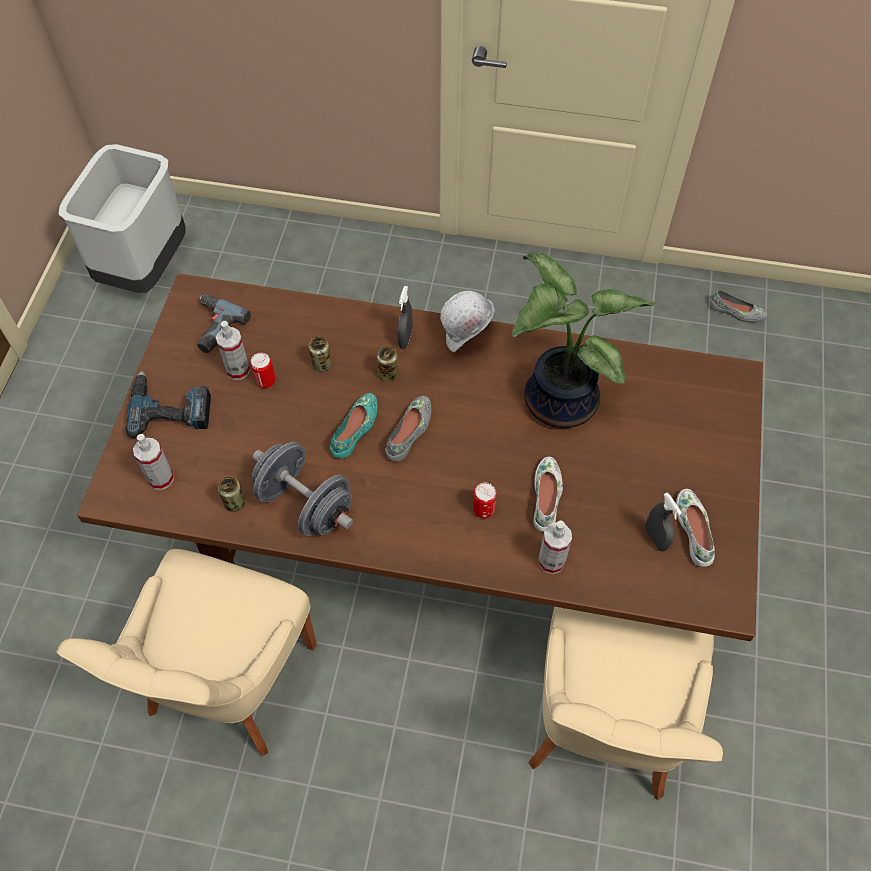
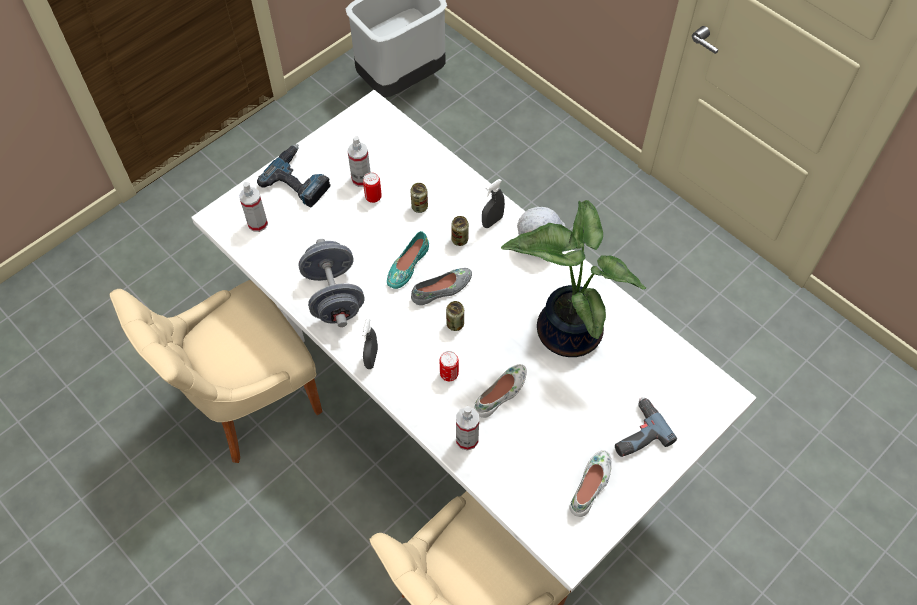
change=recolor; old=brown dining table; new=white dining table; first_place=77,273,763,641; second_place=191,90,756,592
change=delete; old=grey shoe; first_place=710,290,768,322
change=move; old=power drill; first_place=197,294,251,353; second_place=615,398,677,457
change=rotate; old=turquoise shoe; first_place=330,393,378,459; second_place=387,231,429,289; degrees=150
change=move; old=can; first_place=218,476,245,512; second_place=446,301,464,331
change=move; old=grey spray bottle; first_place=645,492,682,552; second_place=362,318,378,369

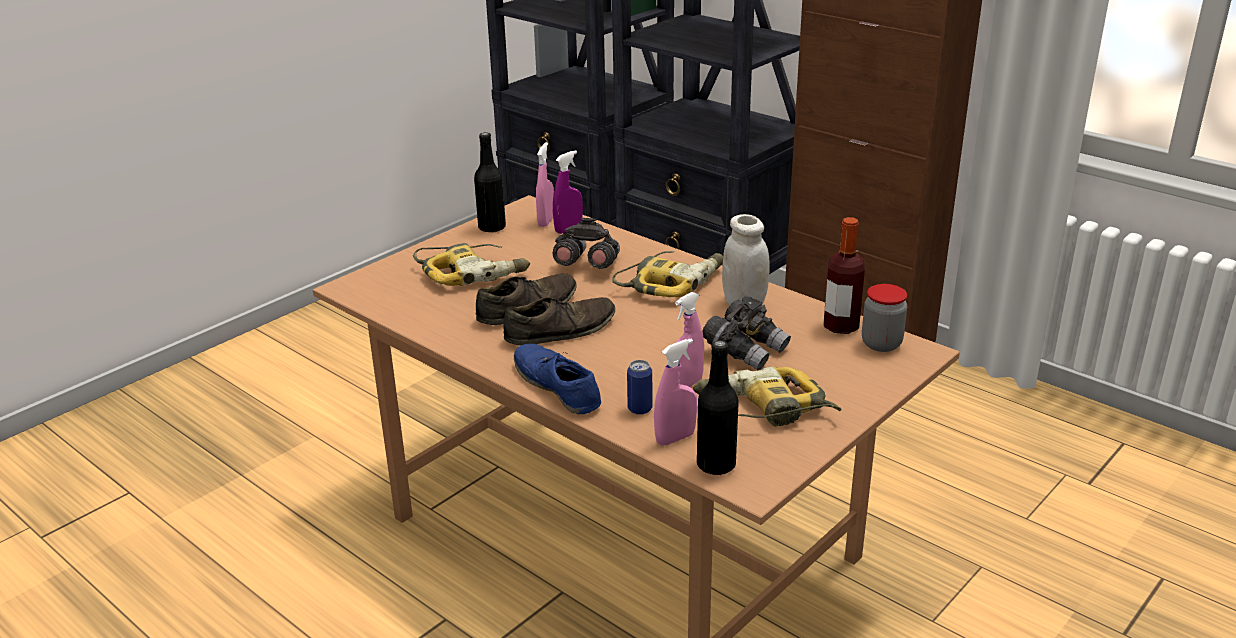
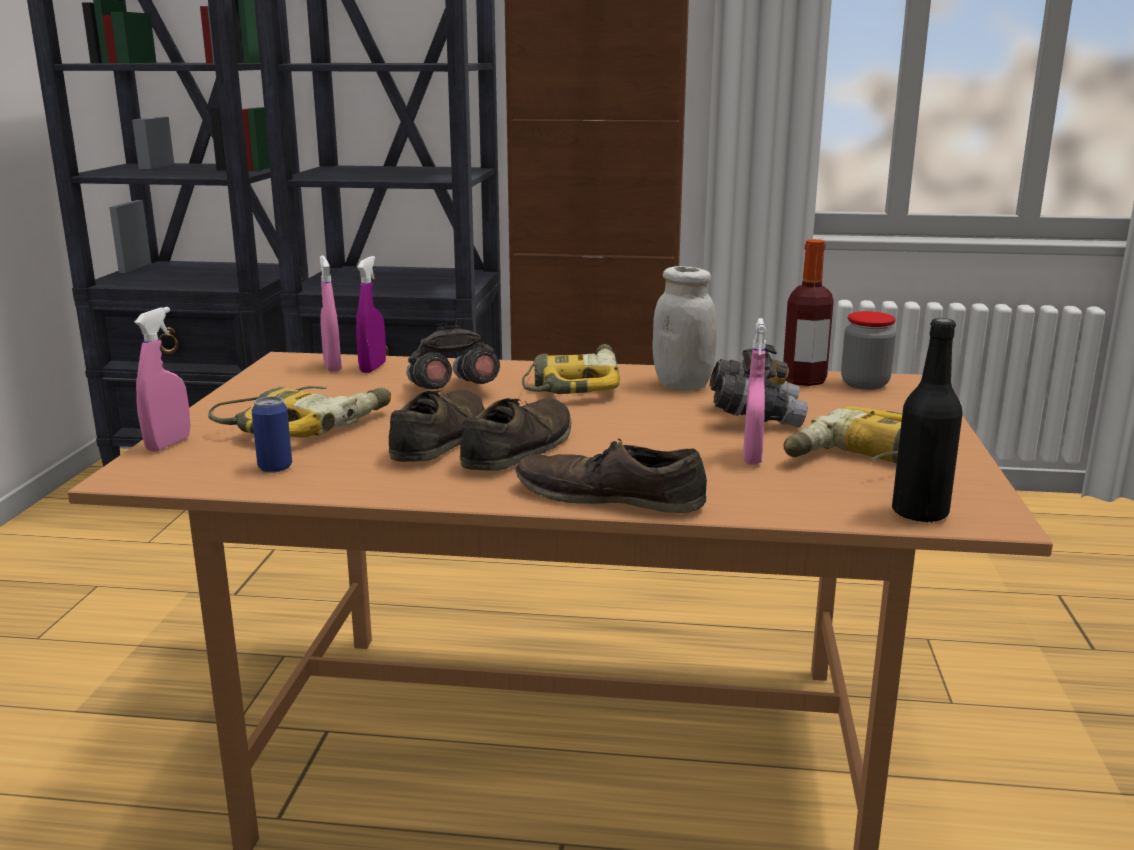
change=delete; old=black bottle; first_place=474,132,506,233
change=move; old=pink spray bottle; first_place=654,338,697,445; second_place=134,307,190,452
change=recolor; old=blue shoe; new=brown shoe; first_place=514,344,601,414; second_place=516,439,707,513
change=move; old=can; first_place=627,360,652,415; second_place=252,396,292,473

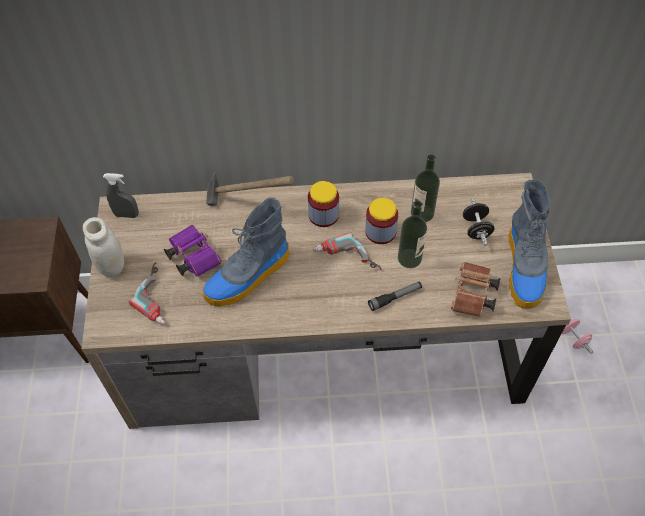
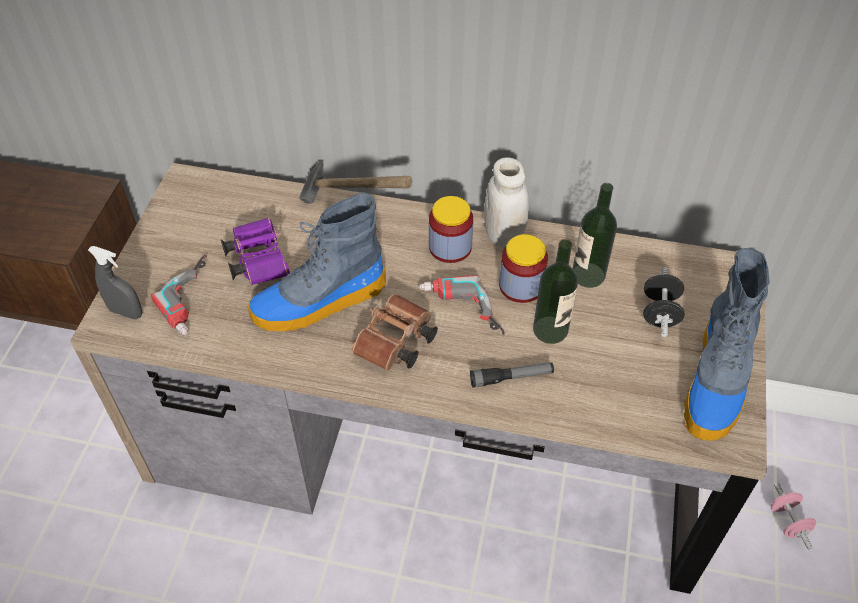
change=move; old=grey spray bottle; first_place=103,173,139,218; second_place=88,246,142,320
change=move; old=white jar; first_place=83,217,124,277; second_place=484,157,529,247
change=move; old=brown binoculars; first_place=451,262,500,317; second_place=352,294,438,371

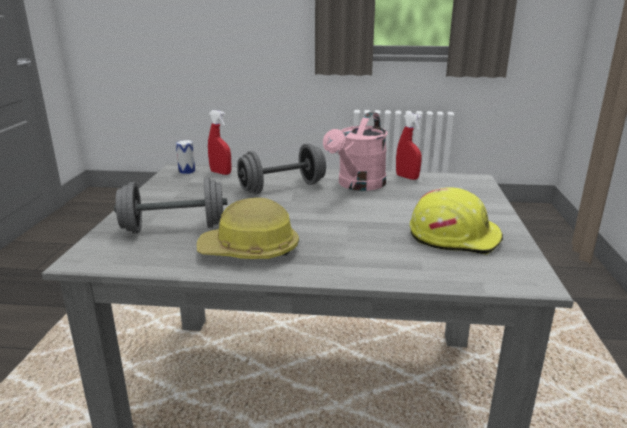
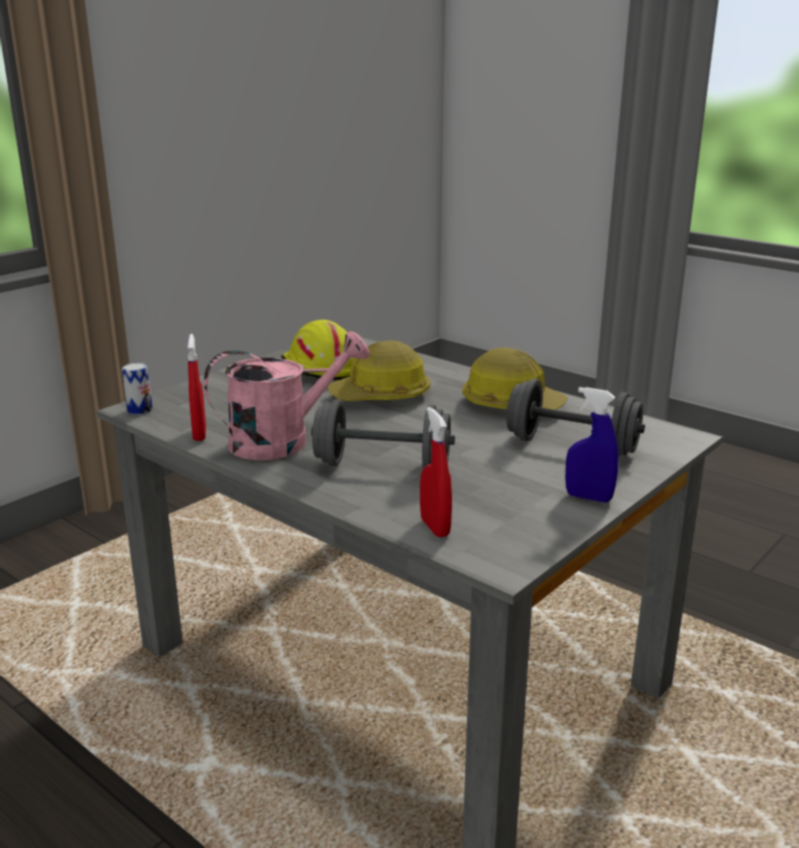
change=move; old=can; first_place=176,140,195,174; second_place=122,363,153,415
change=insert; new=hard hat; second_place=328,341,431,401
change=insert; new=blue spray bottle; second_place=565,387,619,502

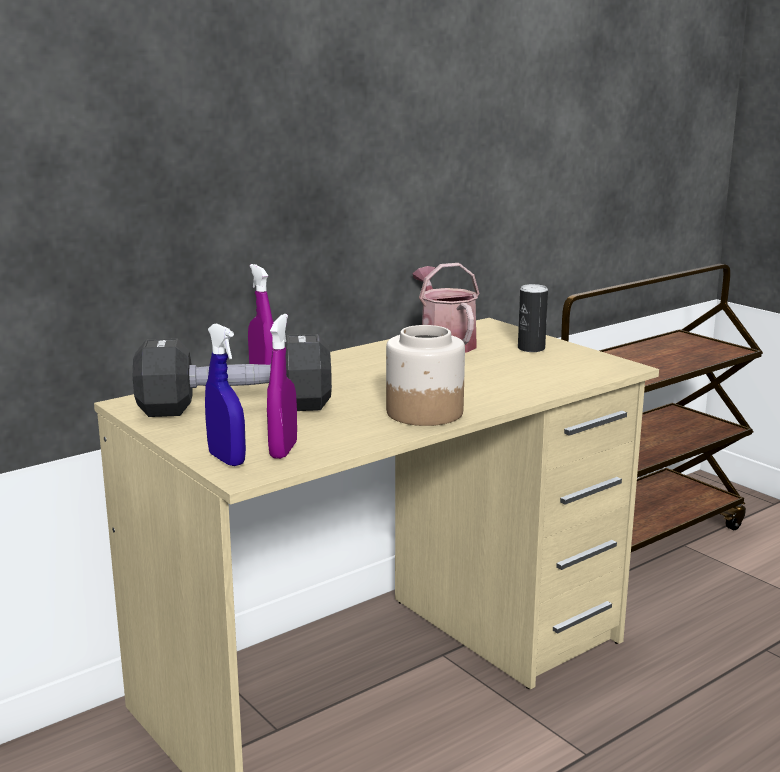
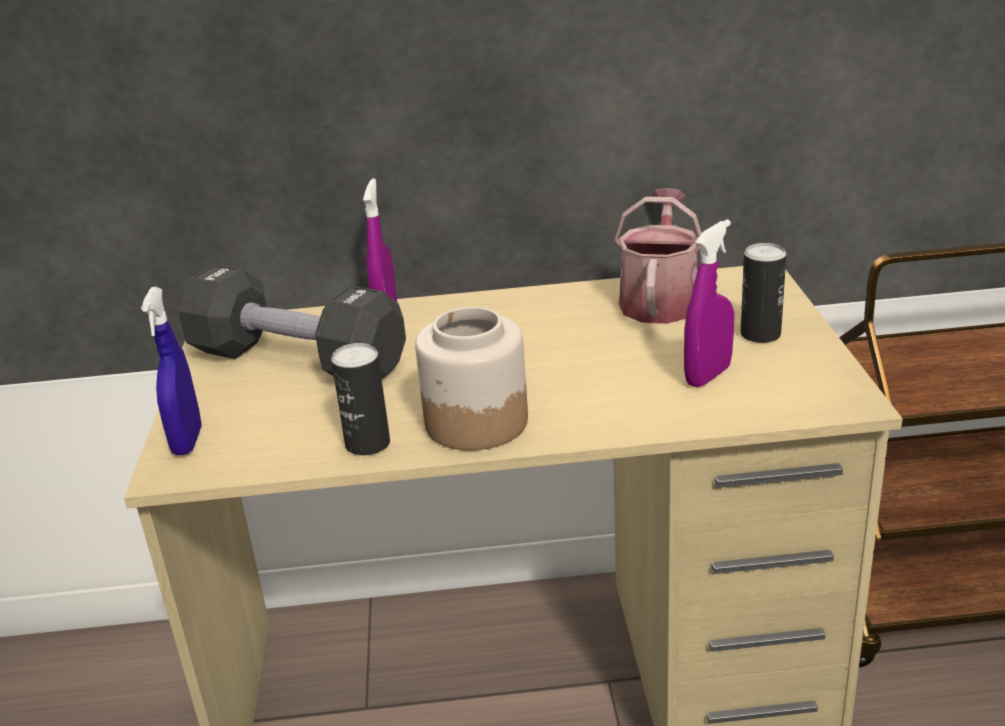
change=move; old=purple spray bottle; first_place=267,314,297,459; second_place=684,219,734,387
change=insert; new=can; second_place=331,343,390,455

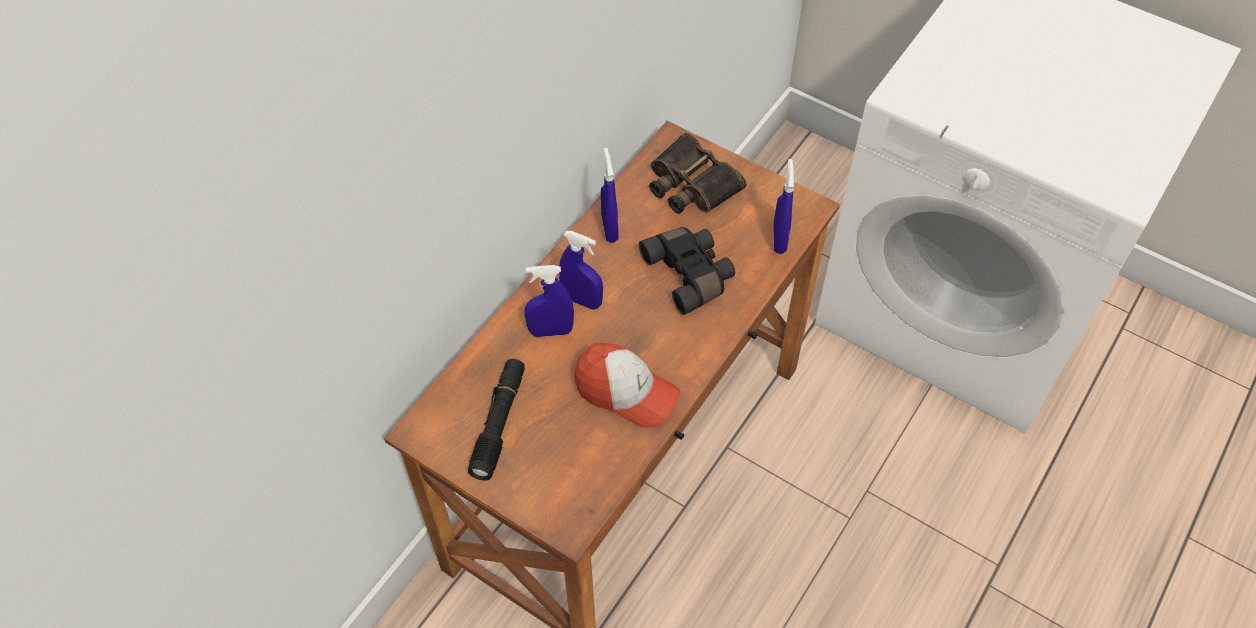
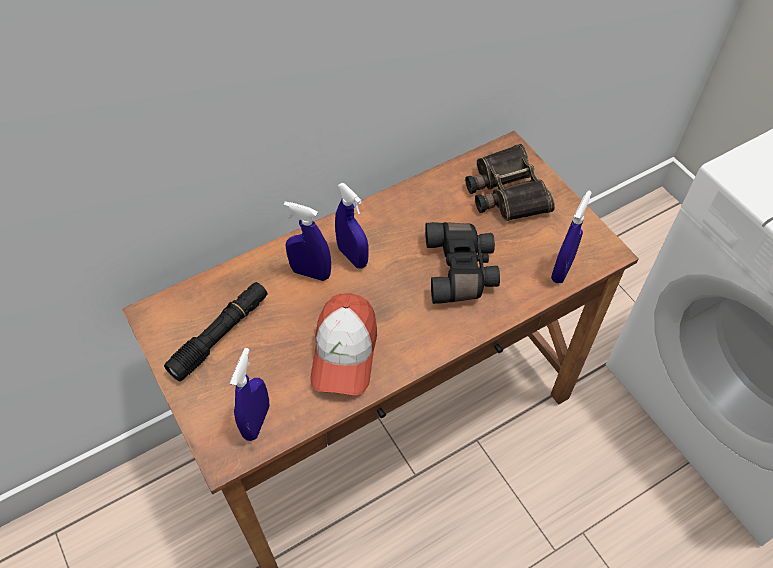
change=move; old=blue spray bottle; first_place=601,148,618,243; second_place=230,348,269,441
change=rotate; old=cap; first_place=574,343,680,428; second_place=310,293,377,395; degrees=45

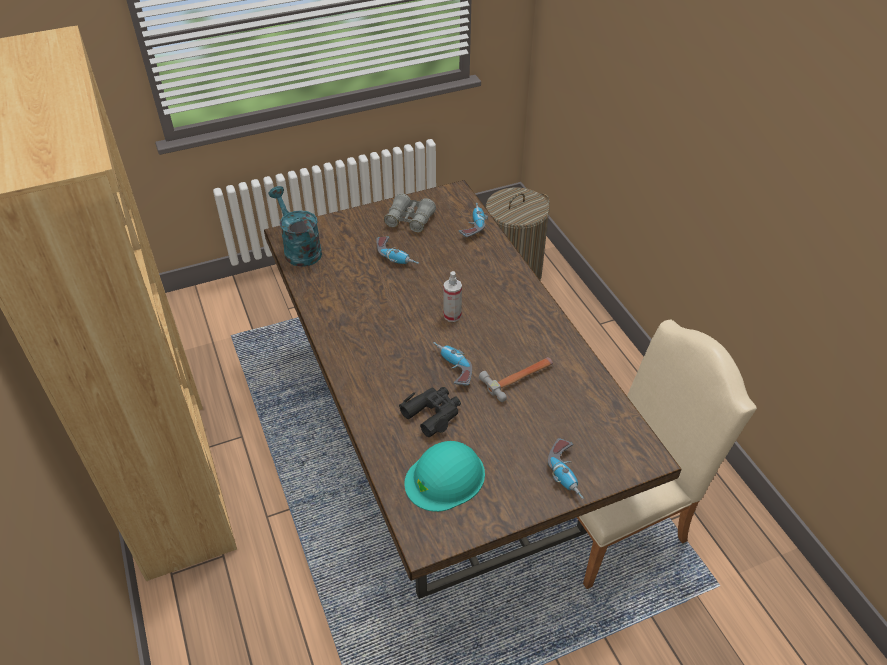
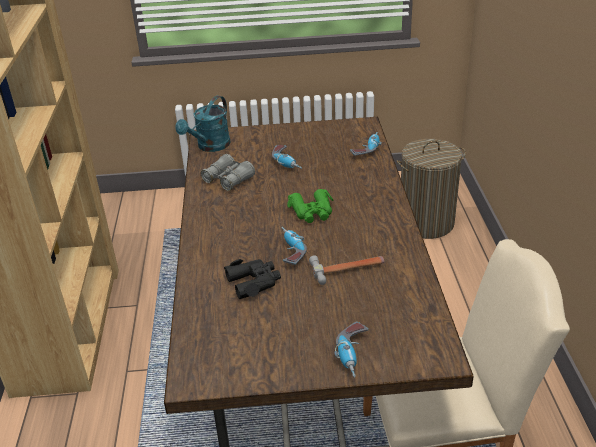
change=rotate; old=turquoise watering can; first_place=268,186,322,267; second_place=175,96,231,152; degrees=-135
change=move; old=grey binoculars; first_place=384,194,436,233; second_place=201,154,255,191
change=replace; old=spray bottle; new=green binoculars; first_place=444,271,462,322; second_place=287,189,333,223
change=delete; old=turquoise hard hat; first_place=404,441,485,512

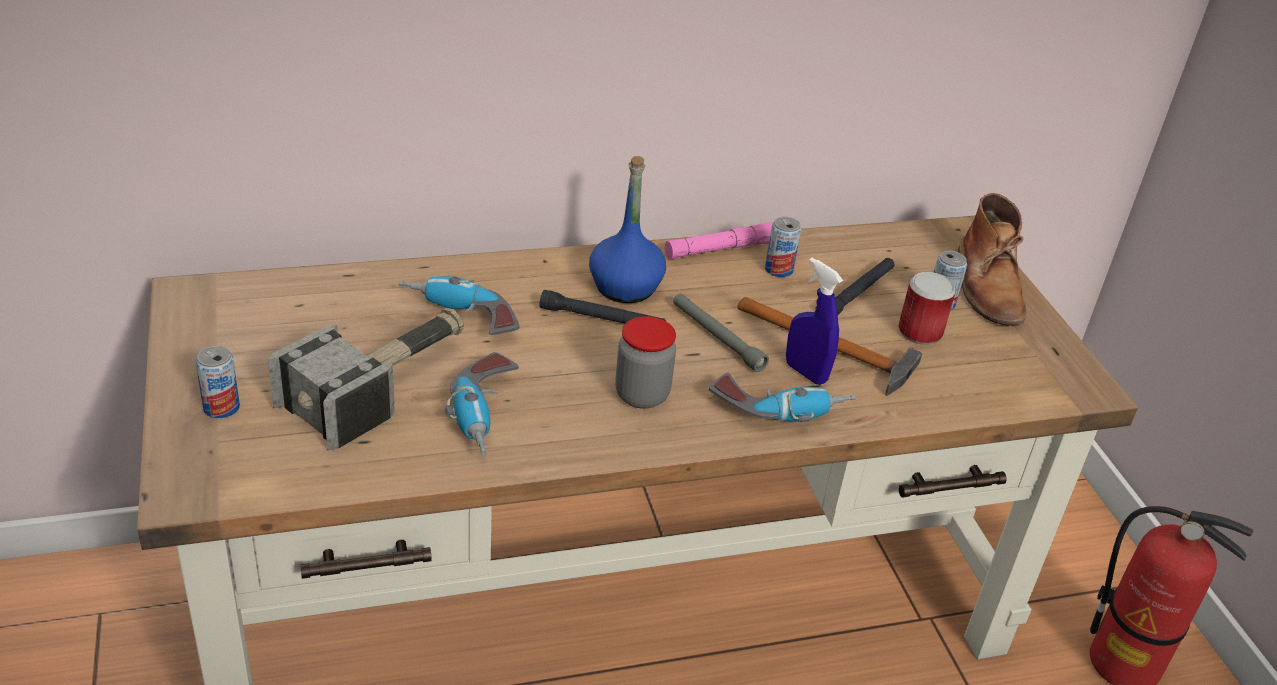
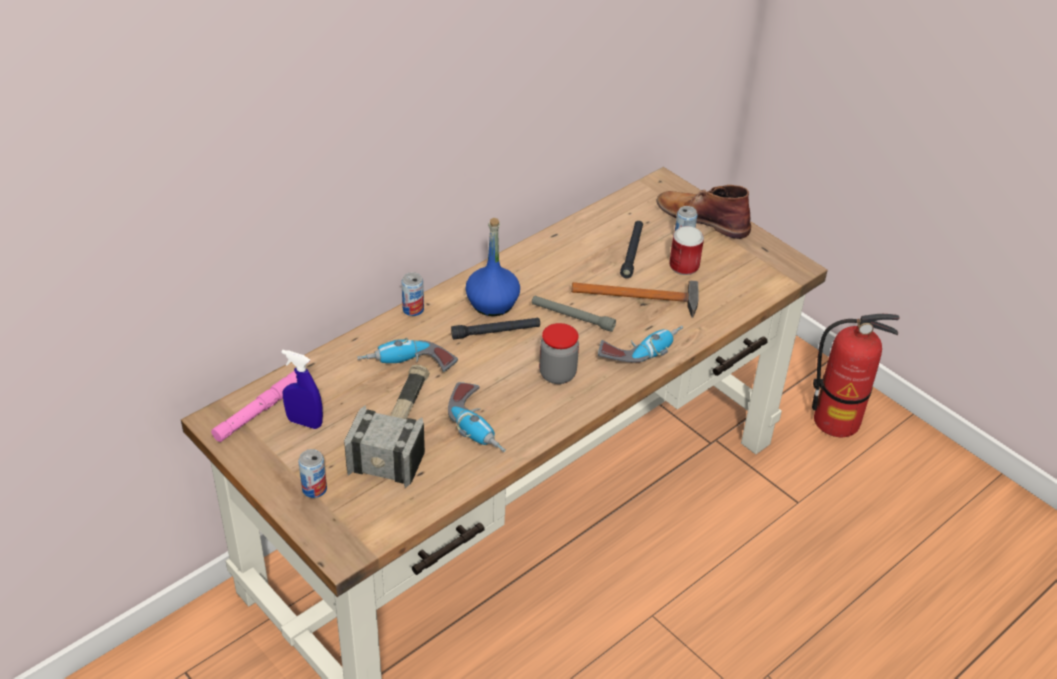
change=rotate; old=brown boot; first_place=958,193,1027,326; second_place=656,185,751,239; degrees=150
change=move; old=can; first_place=765,217,801,277; second_place=401,272,424,316
change=move; old=pink flashlight; first_place=665,222,773,259; second_place=211,371,297,442
change=move; old=blue spray bottle; first_place=786,258,843,385; second_place=282,350,323,429

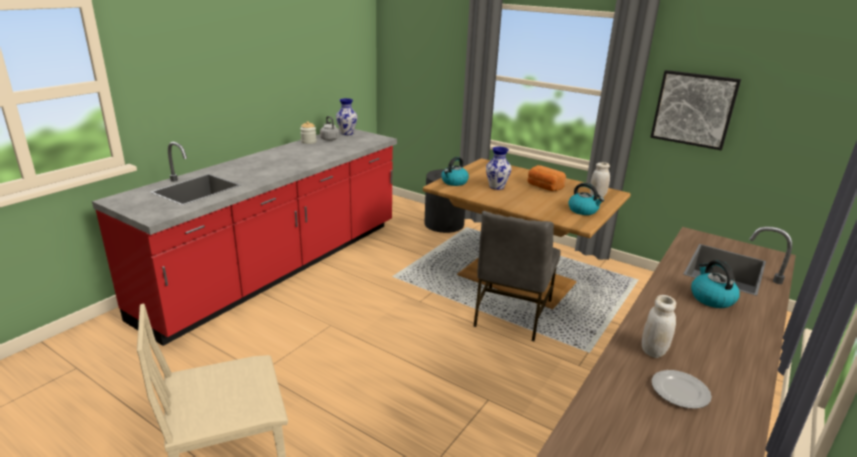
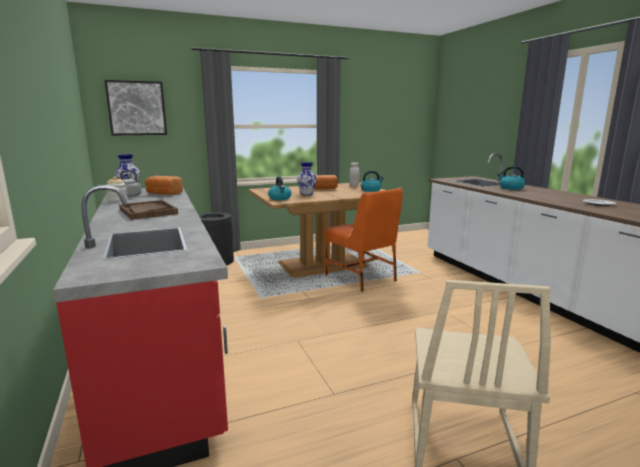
change=move; old=picture; first_place=650,70,741,150; second_place=104,80,167,135
change=recolor; old=grey chair; new=orange chair; first_place=473,211,561,341; second_place=324,188,403,292
change=delete; old=white jar; first_place=642,295,676,358
change=insert; new=bread; second_place=145,176,183,195
change=insert; new=brown tray; second_place=119,200,178,220

